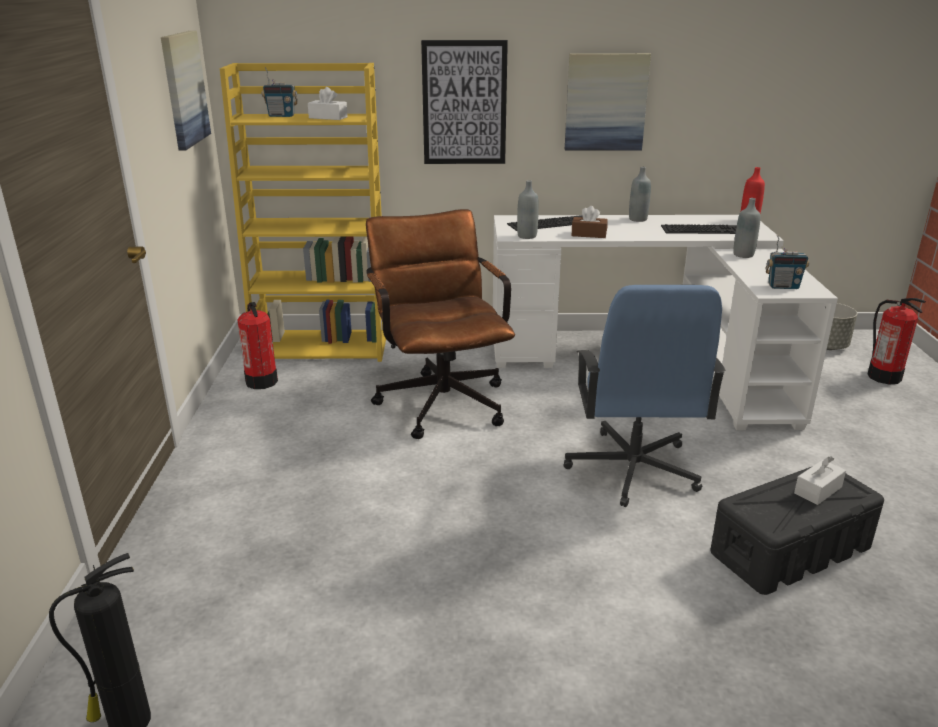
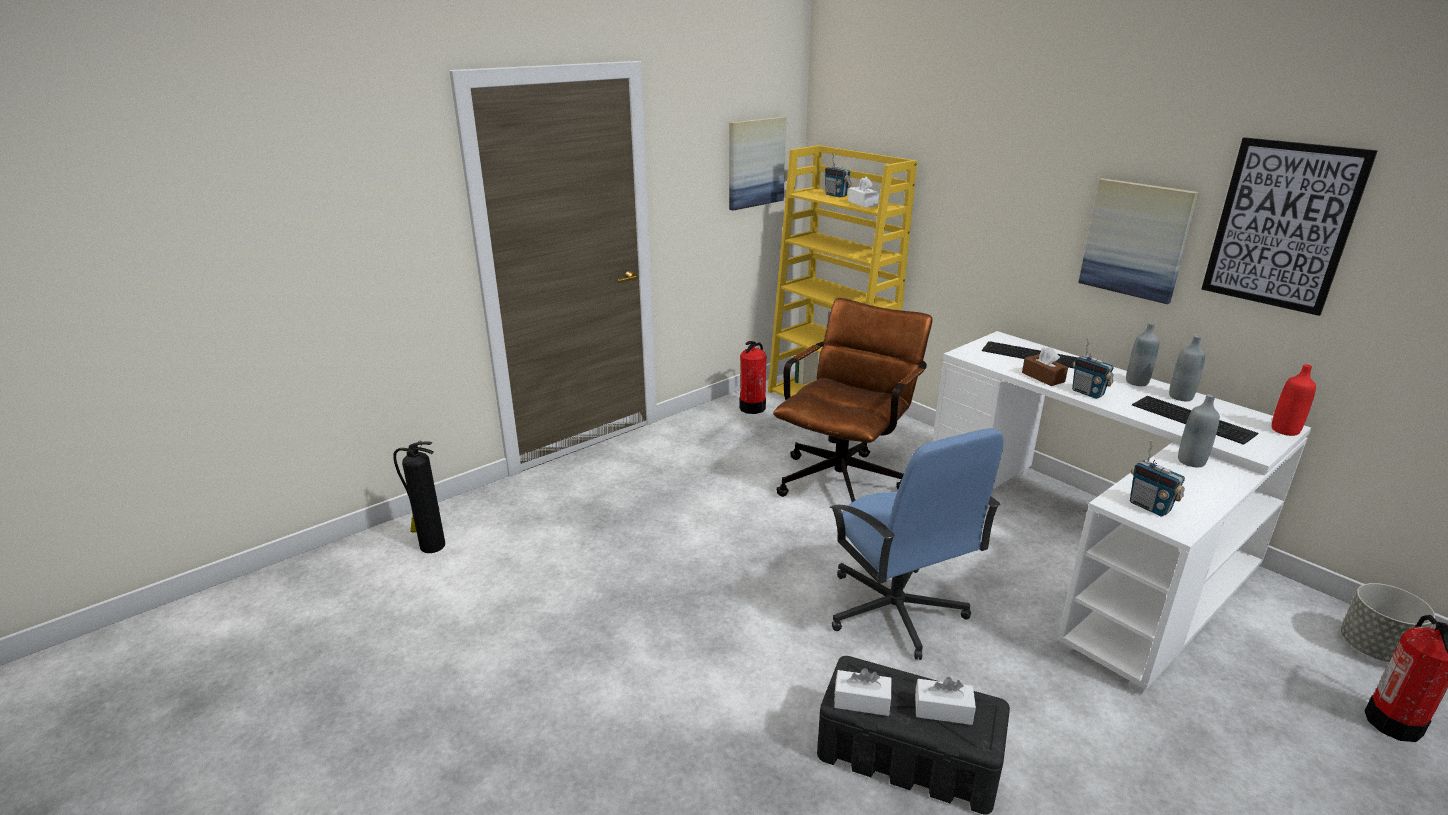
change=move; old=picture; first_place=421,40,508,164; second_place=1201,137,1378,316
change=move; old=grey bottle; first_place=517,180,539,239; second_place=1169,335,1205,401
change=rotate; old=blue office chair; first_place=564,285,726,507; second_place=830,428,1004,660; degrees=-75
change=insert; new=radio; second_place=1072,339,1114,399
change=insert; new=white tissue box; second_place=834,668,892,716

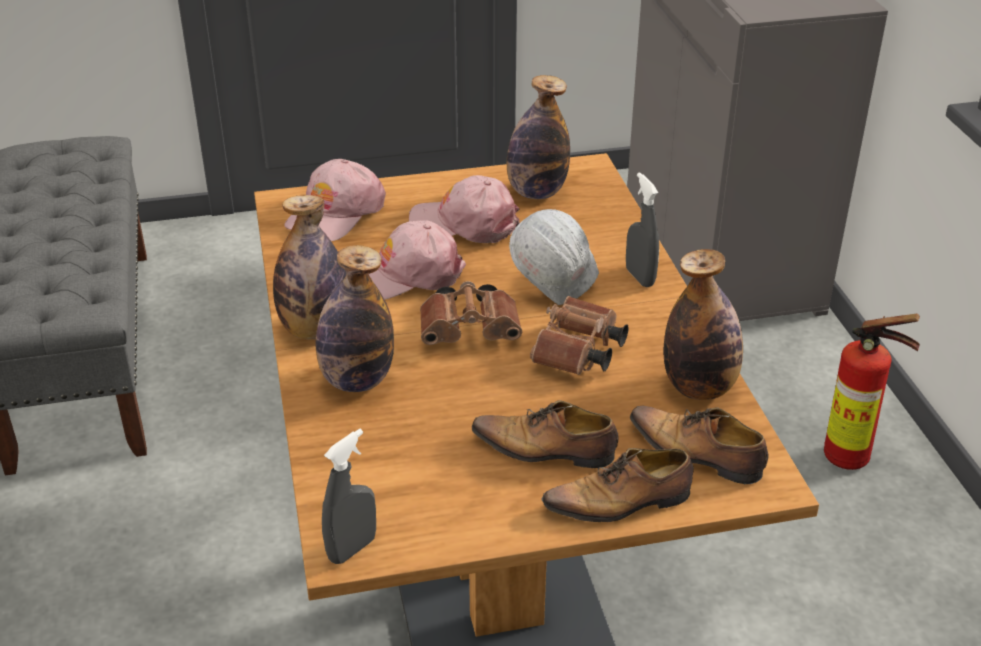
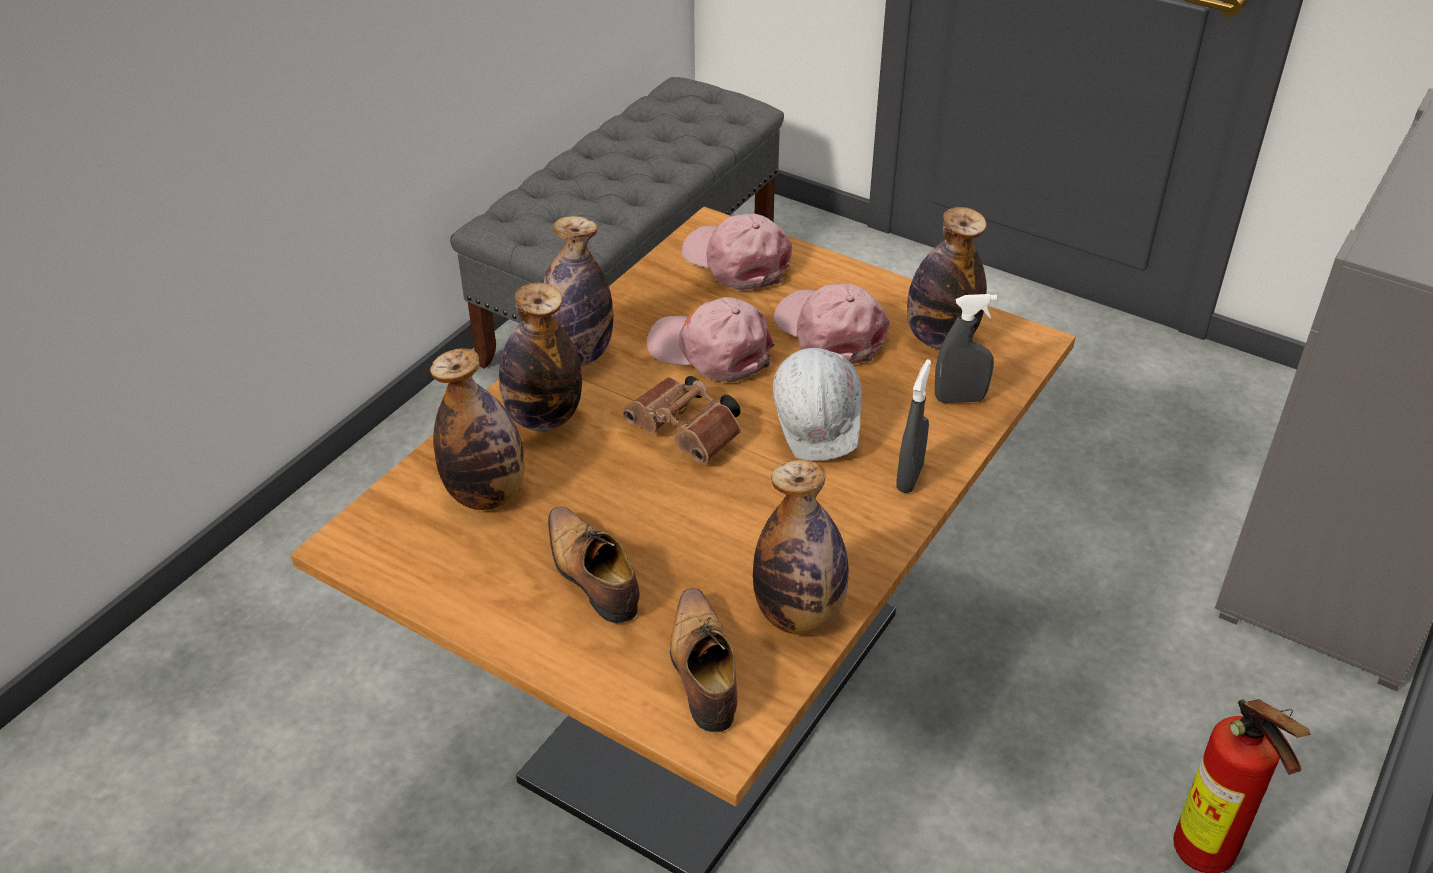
change=rotate; old=pink cap; first_place=284,159,386,241; second_place=682,214,792,291; degrees=60
change=delete; old=brown binoculars; first_place=530,296,628,375
change=move; old=grey spray bottle; first_place=322,429,376,564; second_place=935,294,997,403
change=delete; old=shoe; first_place=541,448,694,522
change=insert; new=bottle; second_place=430,348,525,510

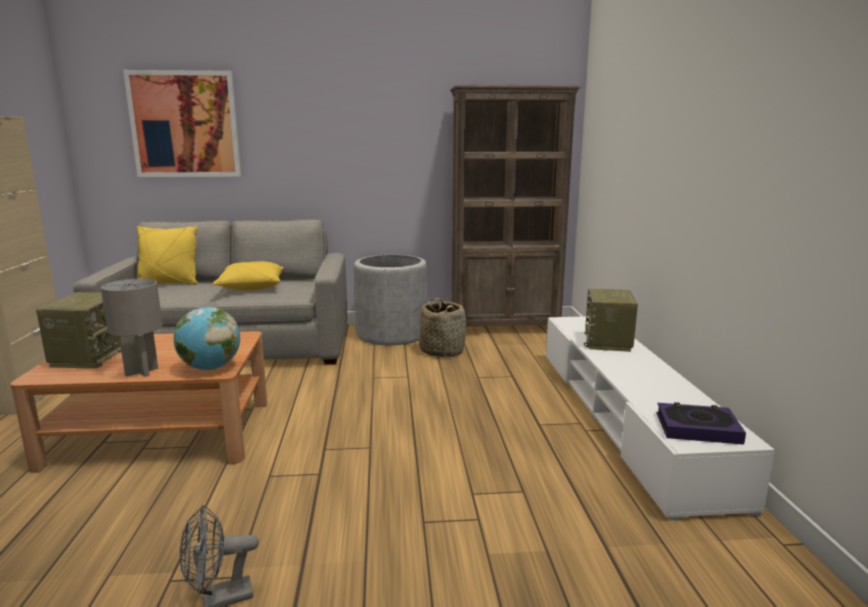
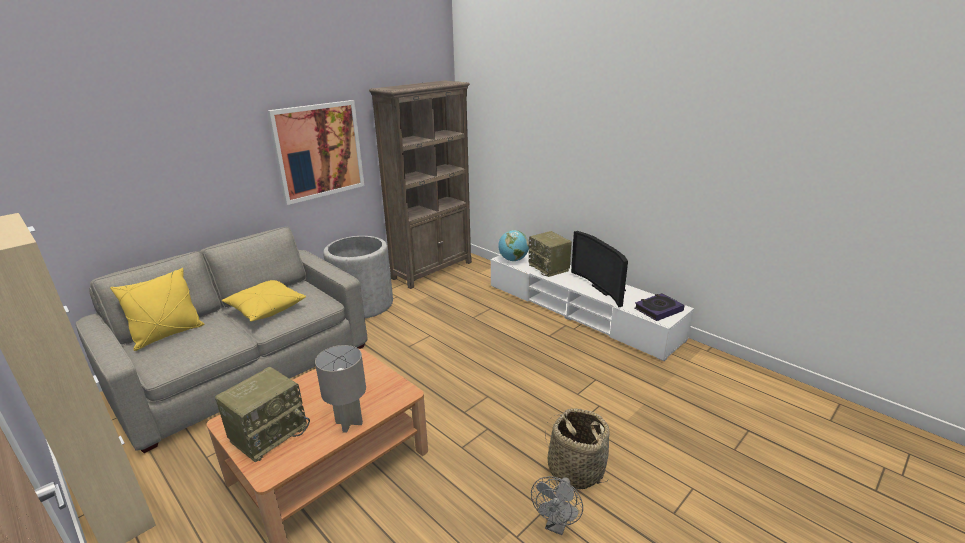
change=move; old=picture; first_place=123,70,241,177; second_place=267,100,364,205
change=rotate; old=radio; first_place=36,292,121,368; second_place=215,367,310,463; degrees=75
change=move; old=basket; first_place=419,297,466,357; second_place=545,408,609,489
change=move; old=globe; first_place=174,307,240,370; second_place=498,230,529,261
change=insert; new=television; second_place=571,231,628,307

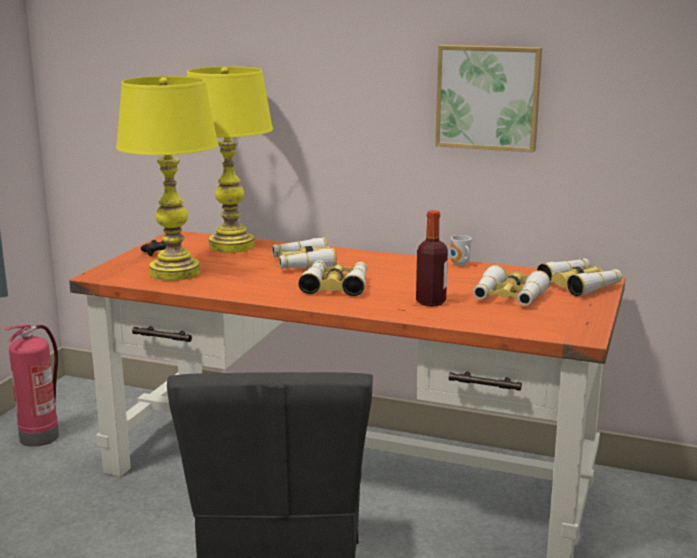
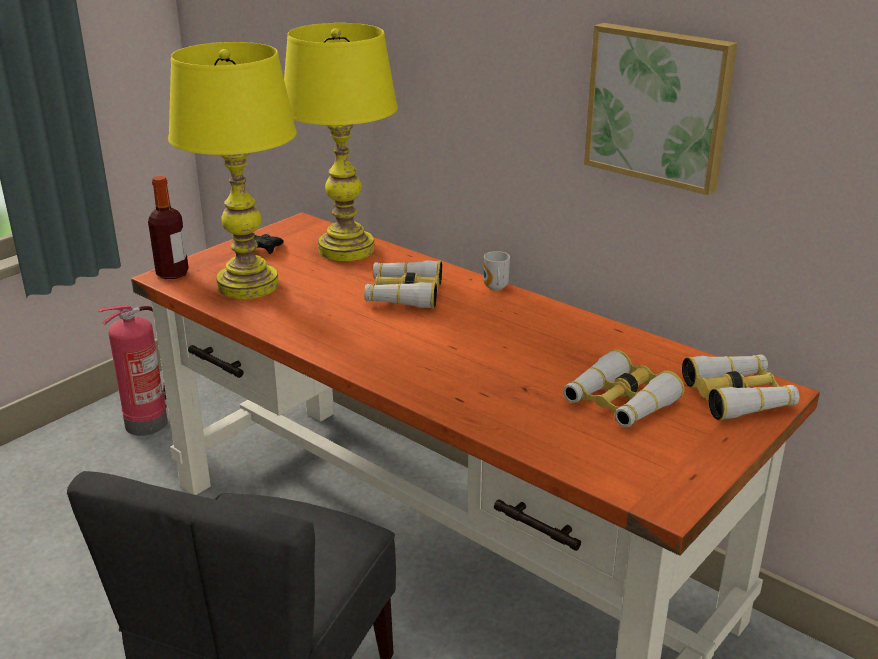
change=move; old=bottle; first_place=416,210,448,306; second_place=148,176,189,279
change=move; old=mug; first_place=450,235,472,266; second_place=484,251,510,291
change=delete; old=binoculars; first_place=298,260,367,297

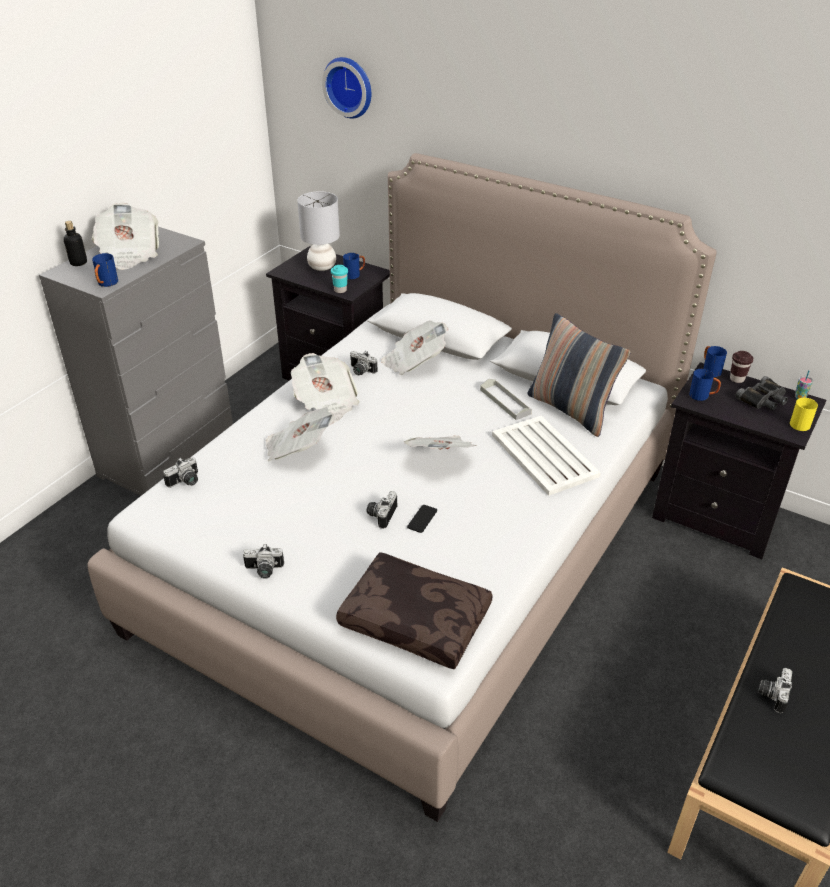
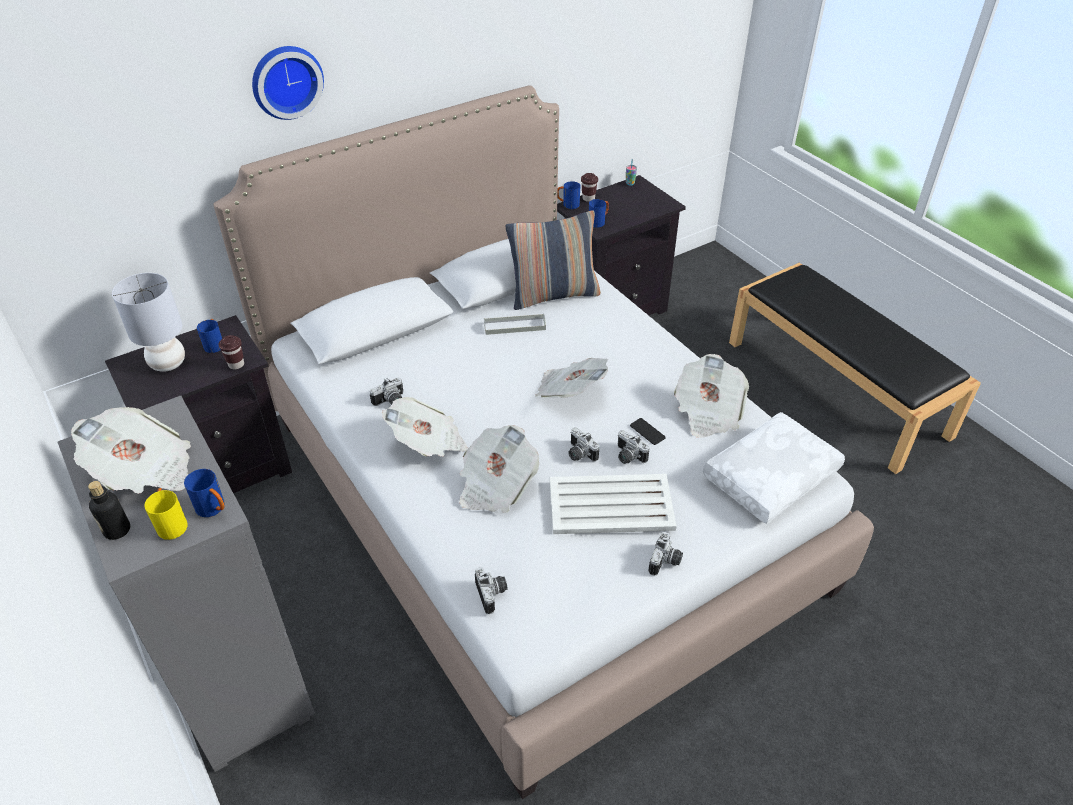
change=move; old=wall clock; first_place=322,57,371,118; second_place=252,46,324,120
change=recolor; old=turquoise cup; new=brown cup; first_place=331,265,348,293; second_place=218,335,244,369
change=move; old=newspaper; first_place=381,321,448,375; second_place=674,354,749,438
change=delete; old=black binoculars; first_place=735,376,788,411
change=move; old=yellow mug; first_place=790,398,818,431; second_place=145,488,188,540
change=move; old=white tray; first_place=492,416,601,496; second_place=550,474,677,534
change=recolor; old=brown pillow; new=white pillow; first_place=336,552,493,669; second_place=703,412,845,524
change=move; old=photo camera; first_place=758,668,792,713; second_place=568,427,599,462

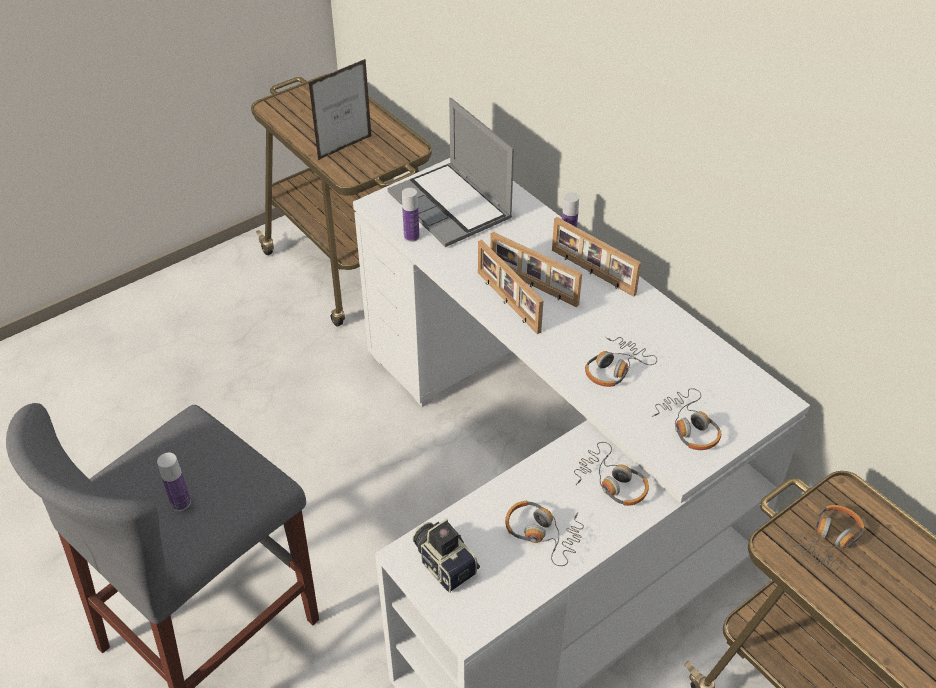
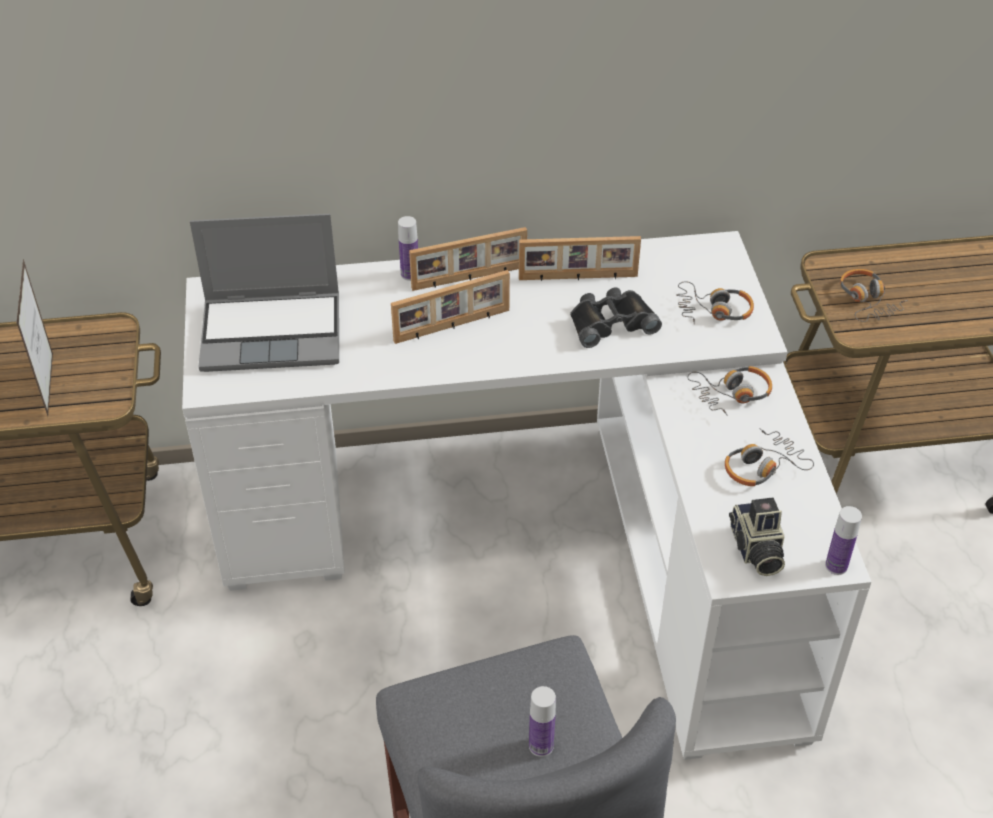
change=move; old=bottle; first_place=402,188,419,242; second_place=825,506,862,575
change=move; old=picture frame; first_place=478,240,543,334; second_place=519,236,641,281
change=replace; old=headphones; new=black binoculars; first_place=585,337,657,387; second_place=570,287,662,348
change=rotate; old=photo camera; first_place=412,518,480,593; second_place=729,497,785,576; degrees=-90

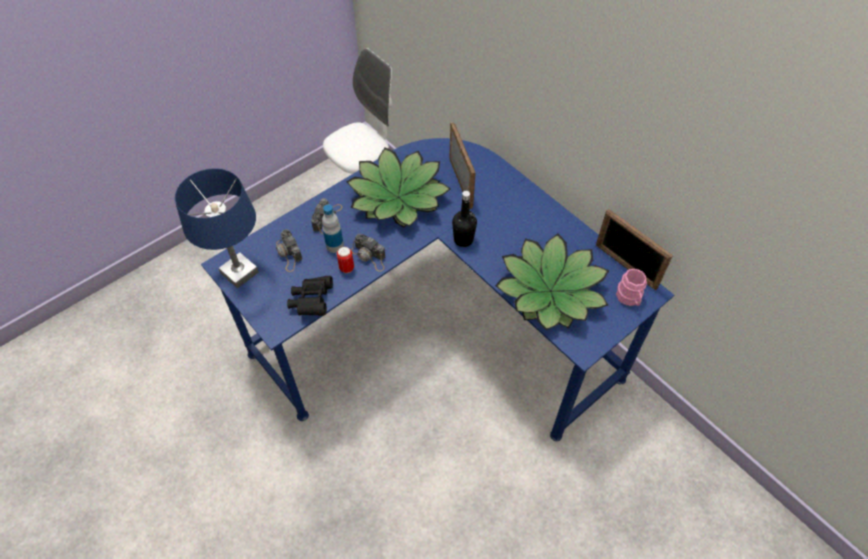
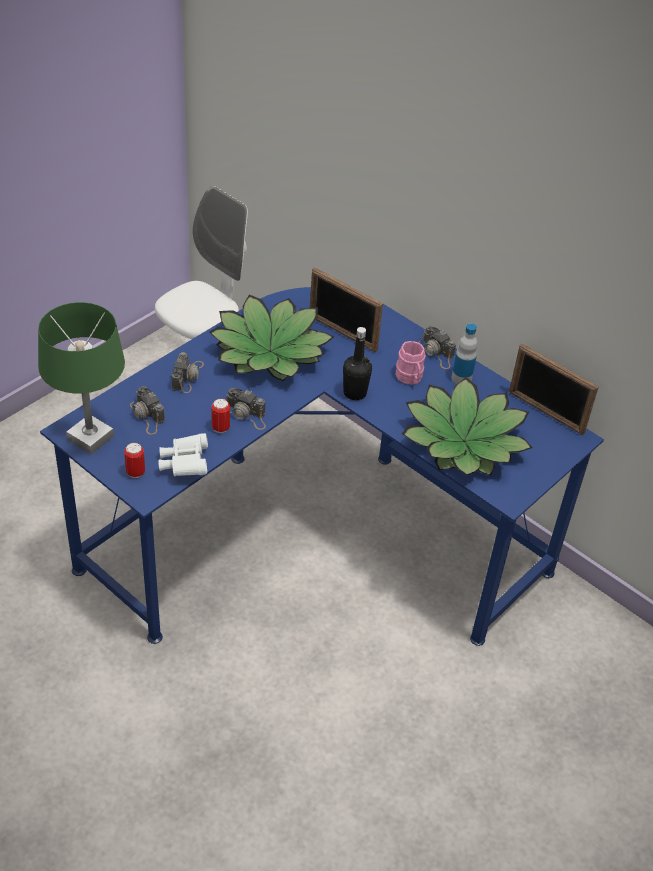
change=rotate; old=picture frame; first_place=449,122,476,209; second_place=310,267,383,353; degrees=150
change=recolor; old=blue table lamp; new=green table lamp; first_place=175,168,259,288; second_place=38,302,125,454
change=move; old=bottle; first_place=322,204,344,253; second_place=452,323,478,384
change=move; old=pink mug; first_place=616,268,647,306; second_place=396,341,426,385
change=recolor; old=black binoculars; new=white binoculars; first_place=287,276,333,316; second_place=158,433,208,476
change=insert; new=photo camera; second_place=418,326,456,369
change=insert; new=can; second_place=124,442,145,478

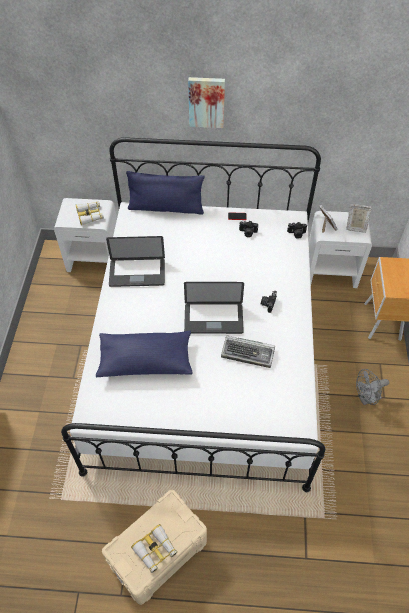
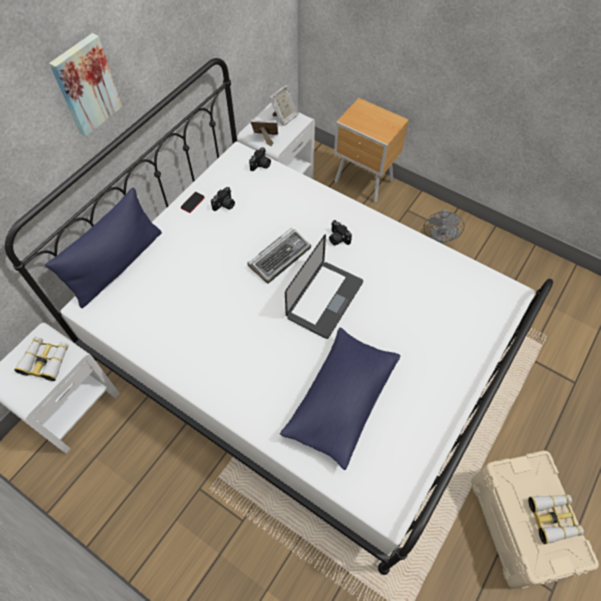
change=delete; old=laptop; first_place=106,236,165,287
change=move; old=keyboard; first_place=221,335,275,368; second_place=248,228,311,284

